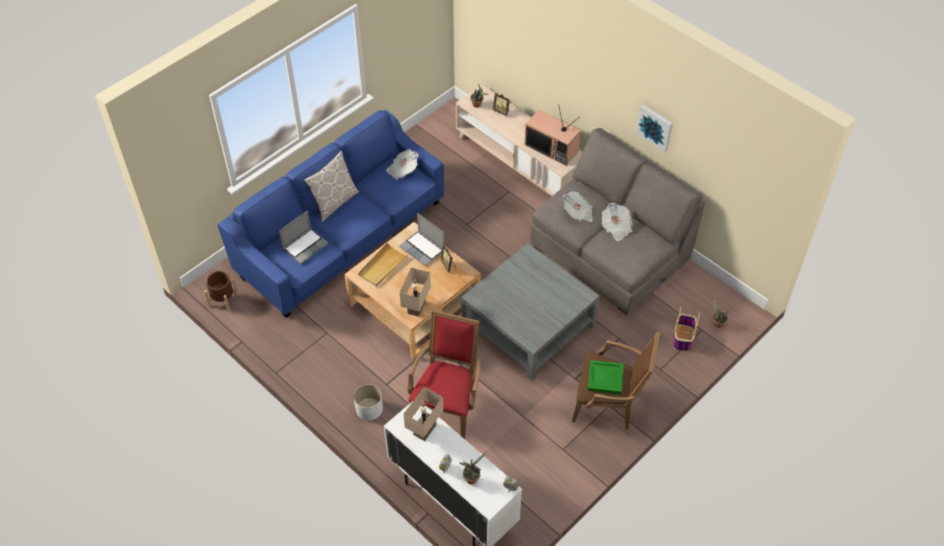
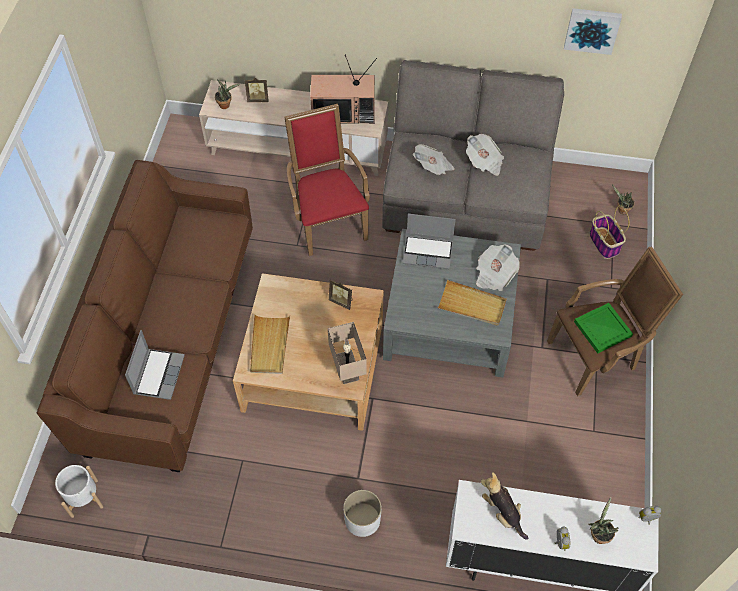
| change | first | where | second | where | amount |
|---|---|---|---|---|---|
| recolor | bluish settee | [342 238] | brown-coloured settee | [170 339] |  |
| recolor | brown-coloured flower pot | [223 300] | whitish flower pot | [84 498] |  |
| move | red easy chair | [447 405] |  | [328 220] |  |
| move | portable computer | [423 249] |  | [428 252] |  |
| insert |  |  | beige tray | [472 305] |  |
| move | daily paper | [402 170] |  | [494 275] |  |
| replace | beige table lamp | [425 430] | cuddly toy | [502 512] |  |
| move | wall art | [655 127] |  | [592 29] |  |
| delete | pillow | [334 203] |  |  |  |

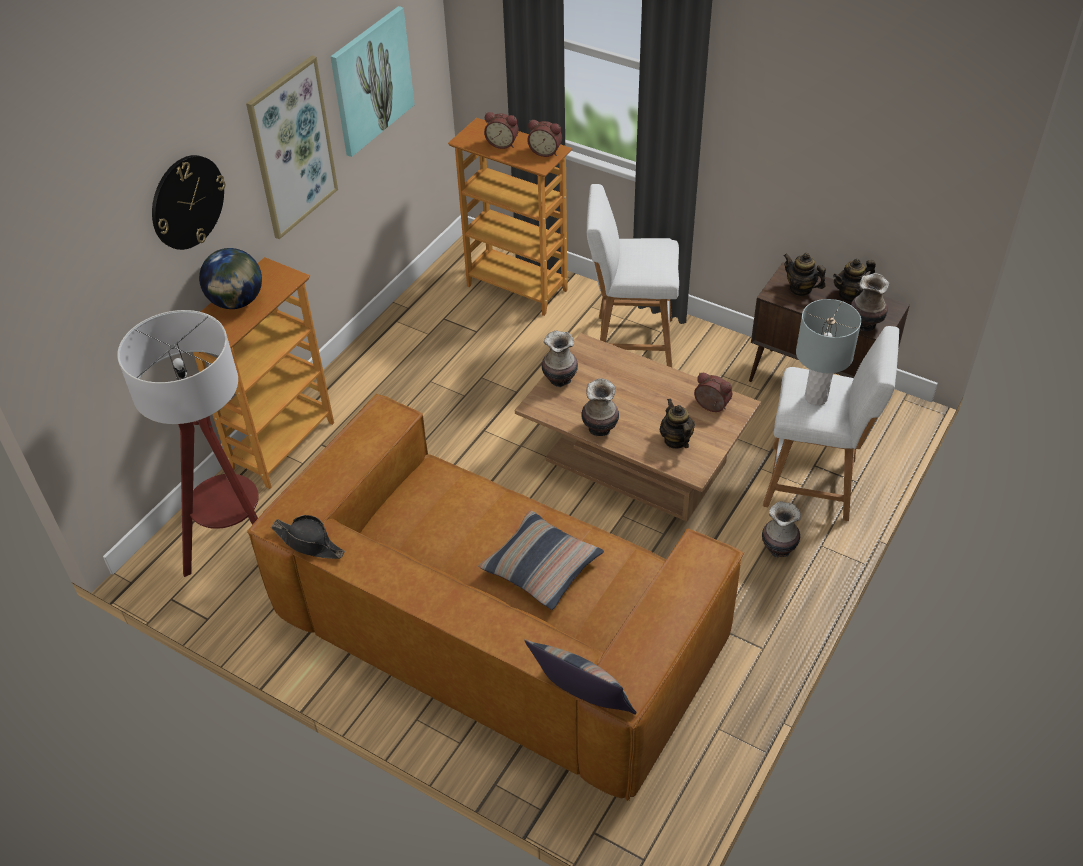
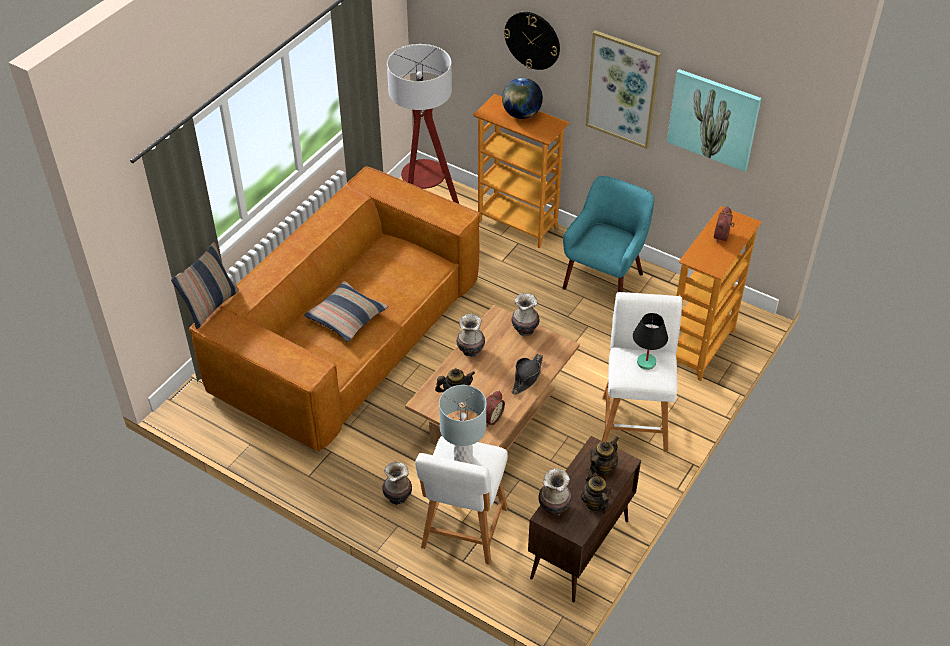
| change | first | where | second | where | amount |
|---|---|---|---|---|---|
| move | black-coloured hat | [309 543] |  | [527 377] |  |
| insert |  |  | turquoise easy chair | [604 281] |  |
| insert |  |  | black-coloured table lamp | [646 362] |  |
| delete | table clock | [545 151] |  |  |  |

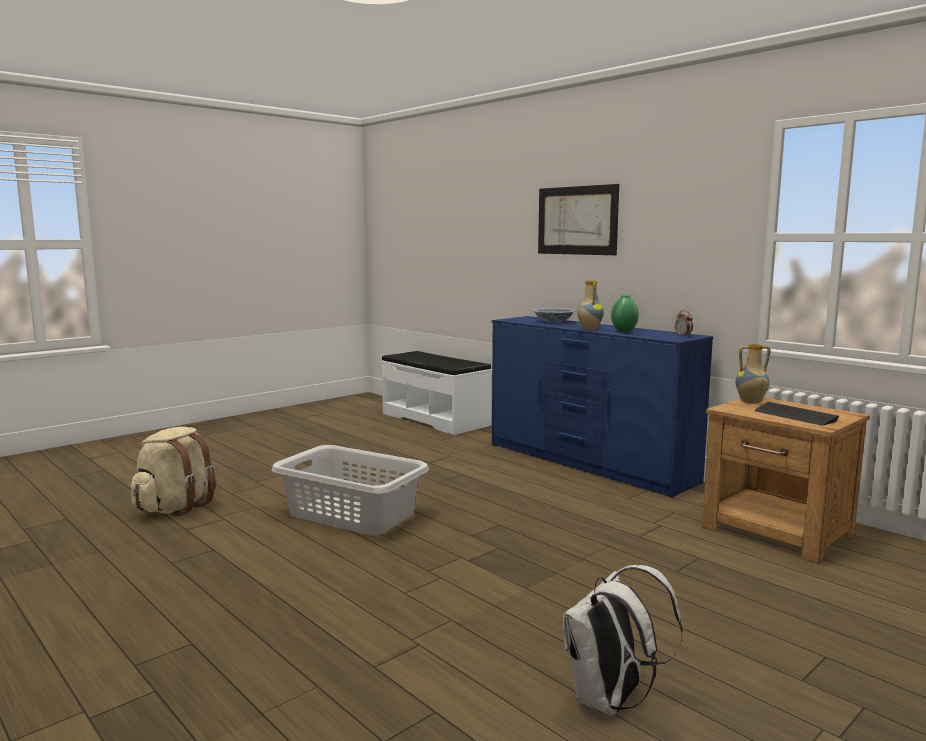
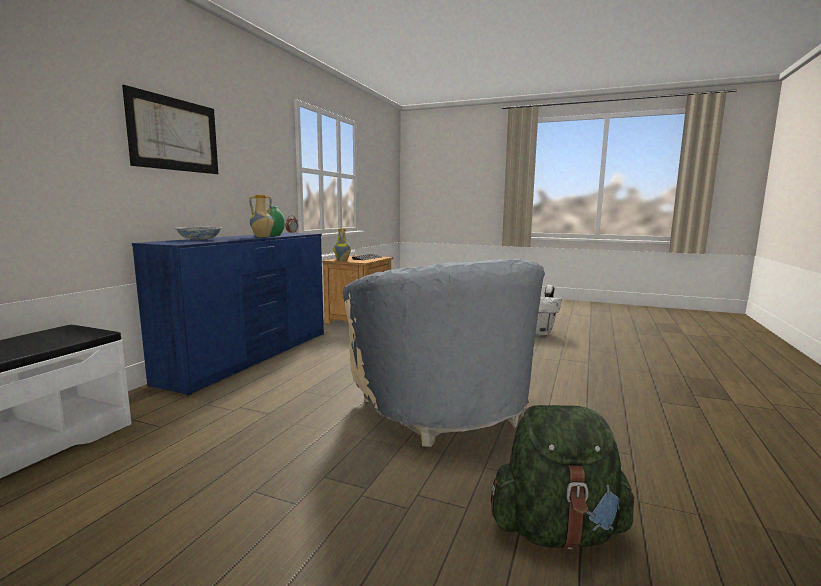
| change | first | where | second | where | amount |
|---|---|---|---|---|---|
| replace | greyish hamper | [351 514] | beige easy chair | [444 411] |  |
| recolor | beige rucksack | [176 507] | greenish rucksack | [557 531] |  |

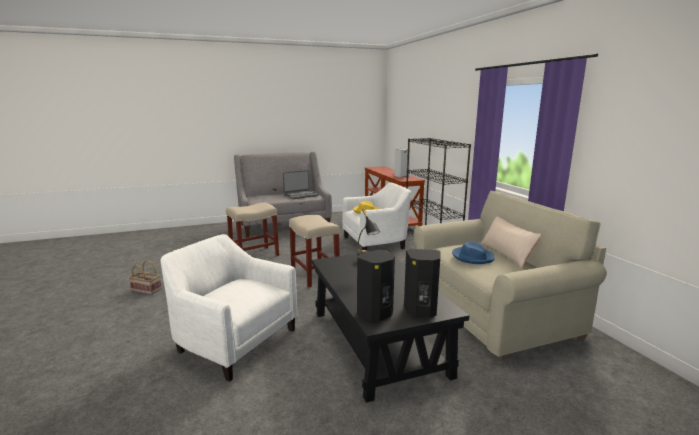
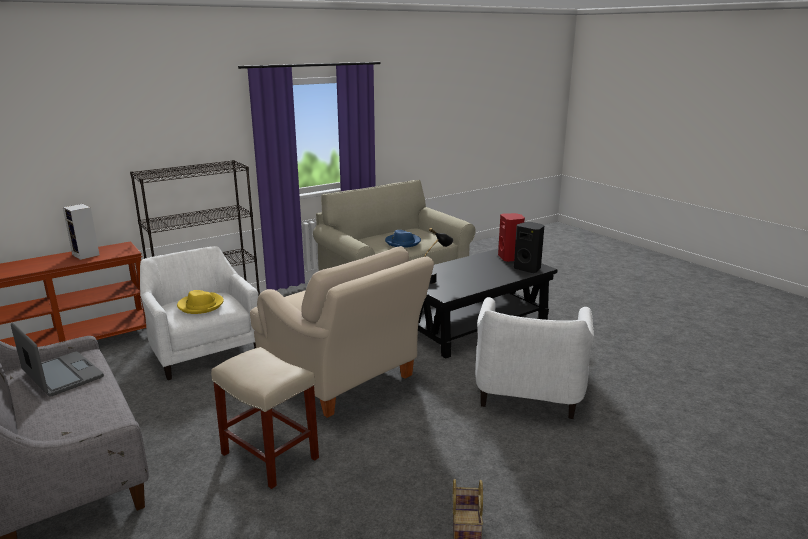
| change | first | where | second | where | amount |
|---|---|---|---|---|---|
| replace | beige sitting stool | [314 275] | beige easy chair | [342 378] |  |
| recolor | black-coloured audio speaker | [421 311] | red audio speaker | [510 258] |  |
| delete | beige pillow | [506 254] |  |  |  |

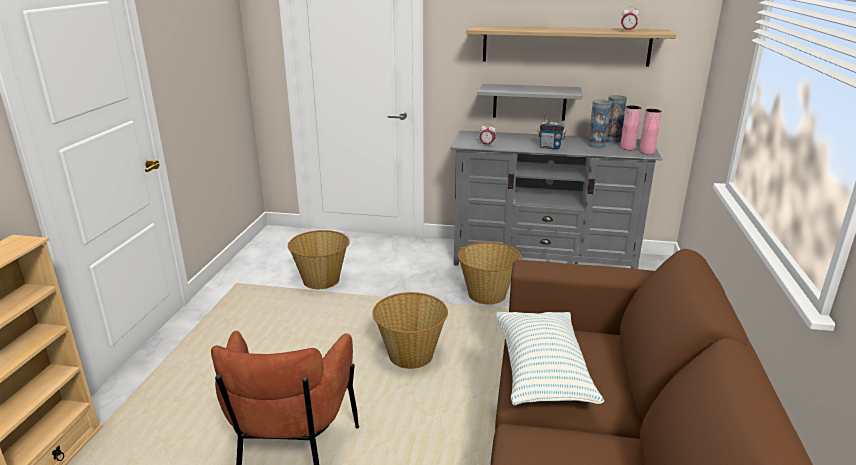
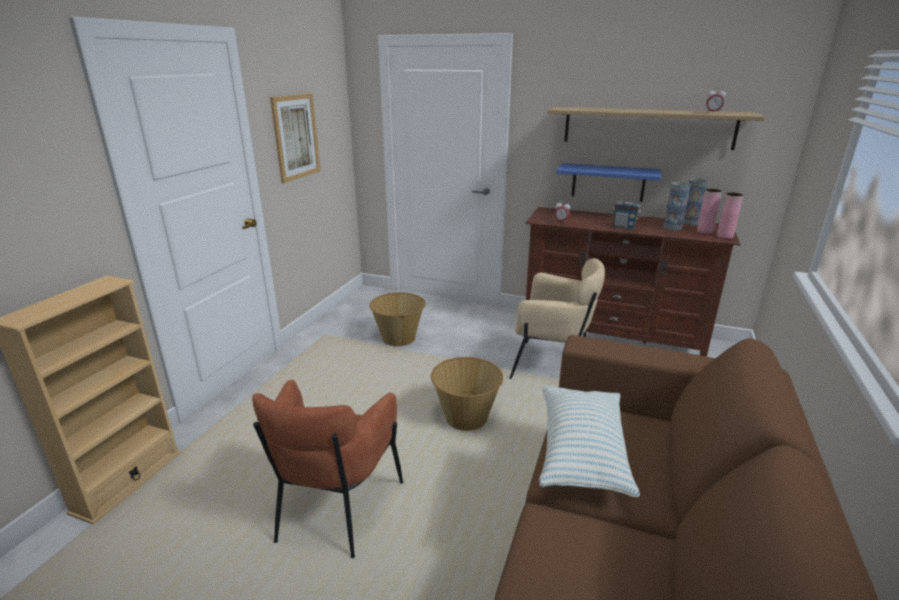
| change | first | where | second | where | amount |
|---|---|---|---|---|---|
| insert |  |  | wall art | [296 137] |  |
| replace | household basket | [487 294] | beige easy chair | [551 365] |  |
| recolor | greyish tv unit | [543 260] | brown-coloured tv unit | [612 337] |  |
| recolor | greyish shelf | [529 102] | bluish shelf | [608 182] |  |

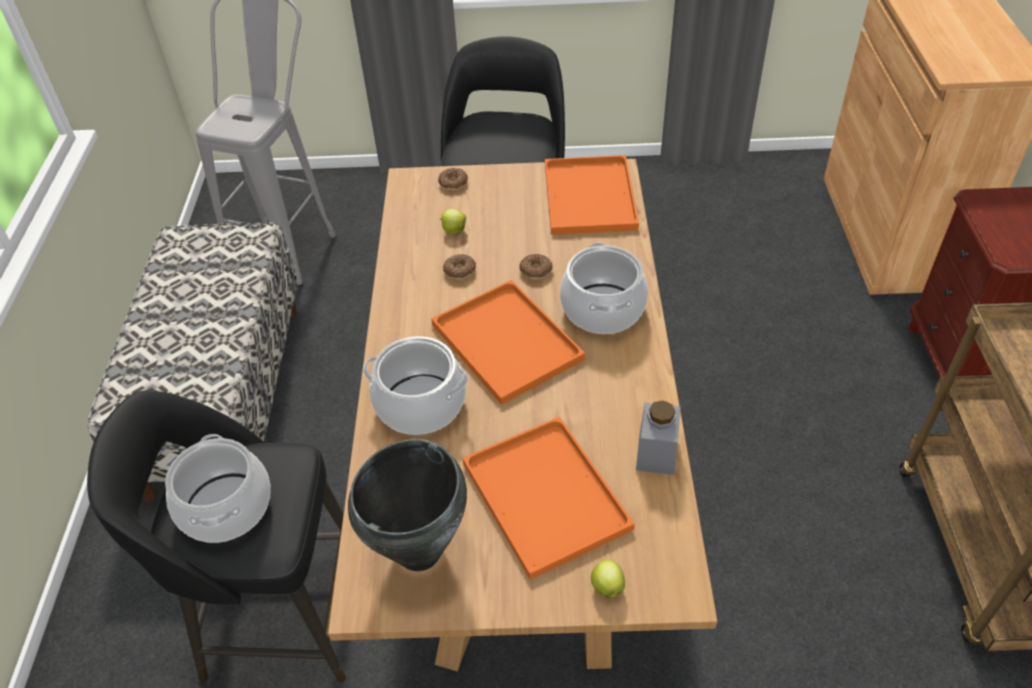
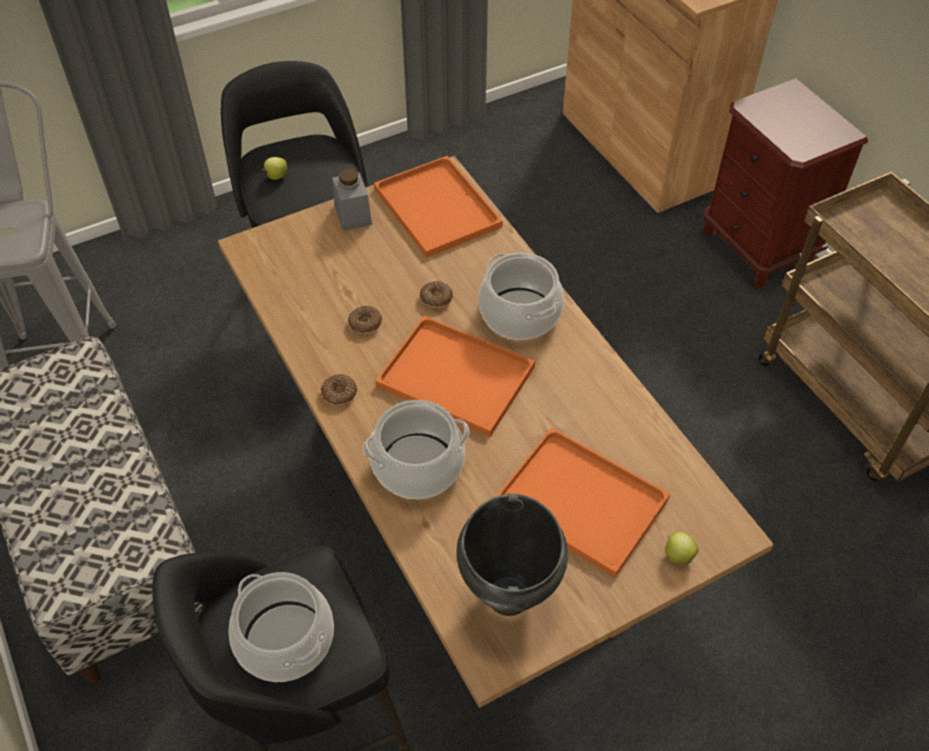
| change | first | where | second | where | amount |
|---|---|---|---|---|---|
| move | apple | [453 230] |  | [276 176] |  |
| move | doughnut | [453 183] |  | [339 393] |  |
| move | greyish preserve jar | [657 453] |  | [353 215] |  |

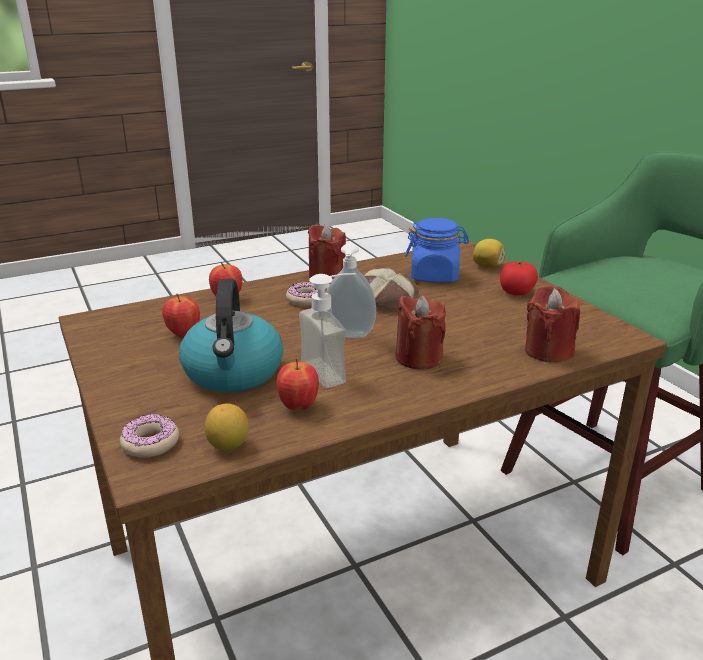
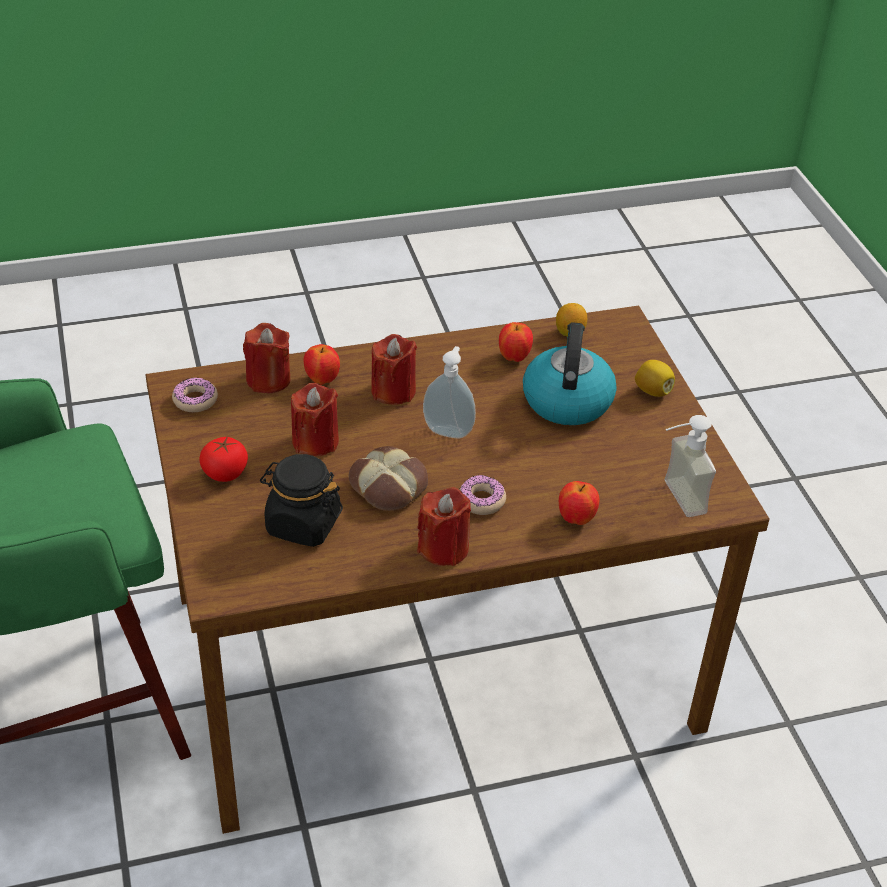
| change | first | where | second | where | amount |
|---|---|---|---|---|---|
| move | doughnut | [150 443] |  | [195 400] |  |
| recolor | bluish preserve jar | [435 276] | black-coloured preserve jar | [302 524] |  |
| insert |  |  | red wax light | [315 441] |  |
| move | apple | [183 334] |  | [322 380] |  |
| move | citrus fruit | [487 266] |  | [652 391] |  |
| move | soap dispenser | [333 370] |  | [674 499] |  |

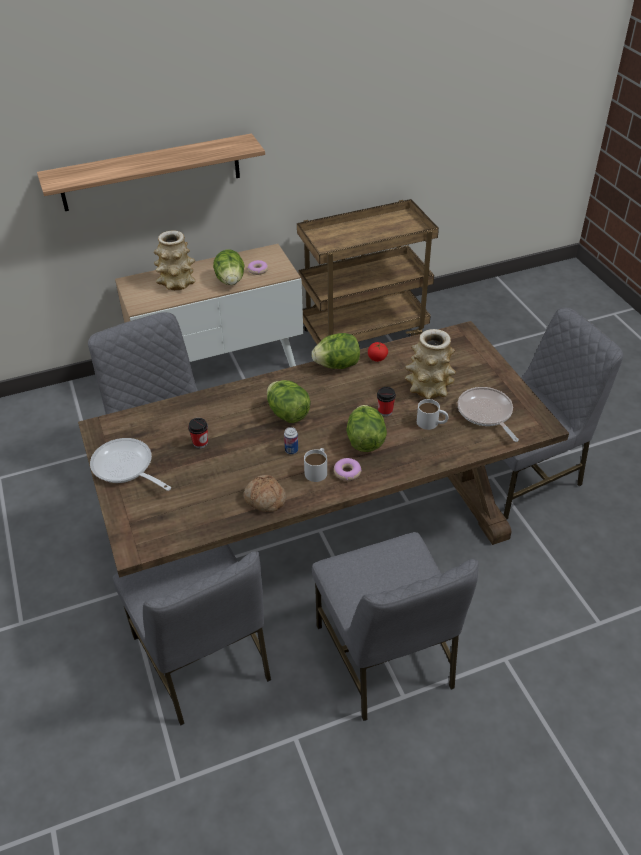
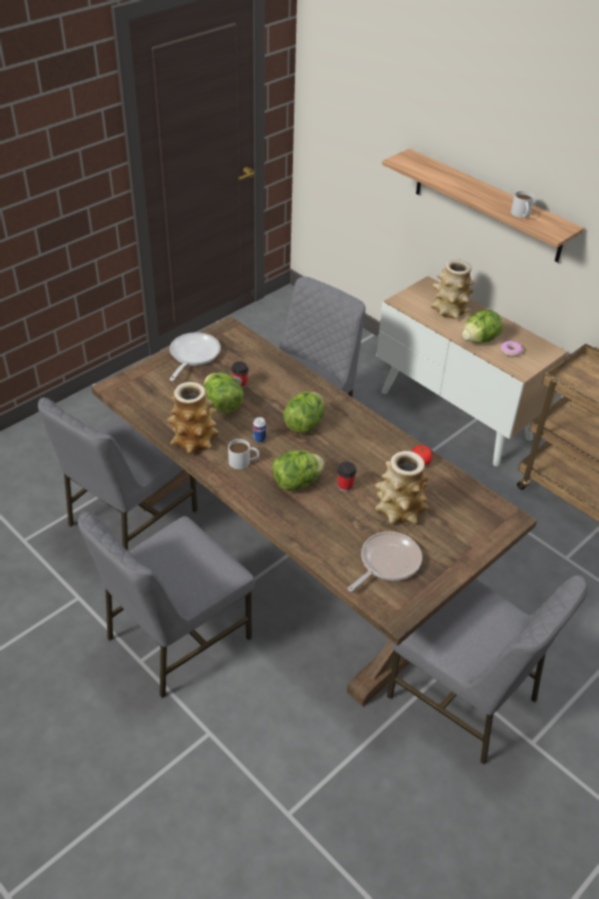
| change | first | where | second | where | amount |
|---|---|---|---|---|---|
| replace | bread | [264 499] | vase | [194 440] |  |
| move | lettuce head | [337 365] |  | [223 405] |  |
| move | whitish coffee mug | [431 423] |  | [521 214] |  |
| delete | doughnut | [347 472] |  |  |  |

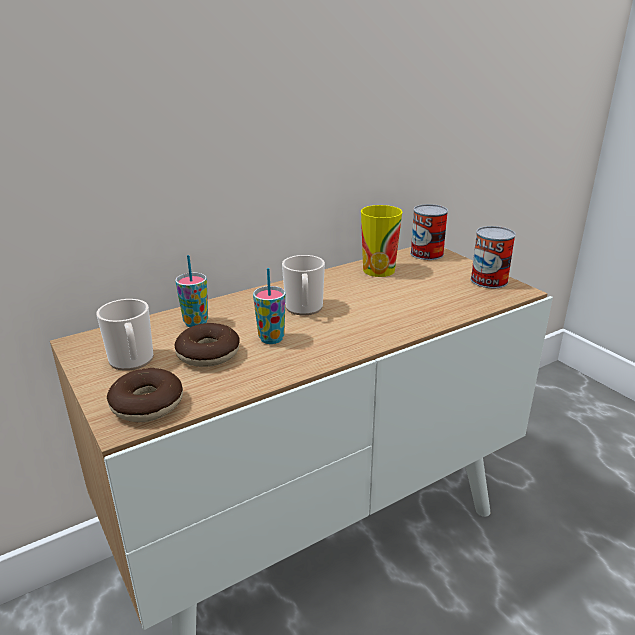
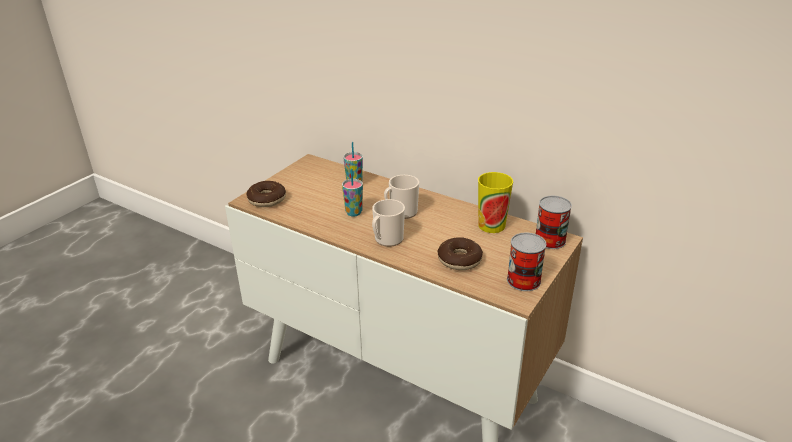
| change | first | where | second | where | amount |
|---|---|---|---|---|---|
| move | coffee mug | [132 361] |  | [386 240] |  |
| move | doughnut | [208 354] |  | [459 260] |  |

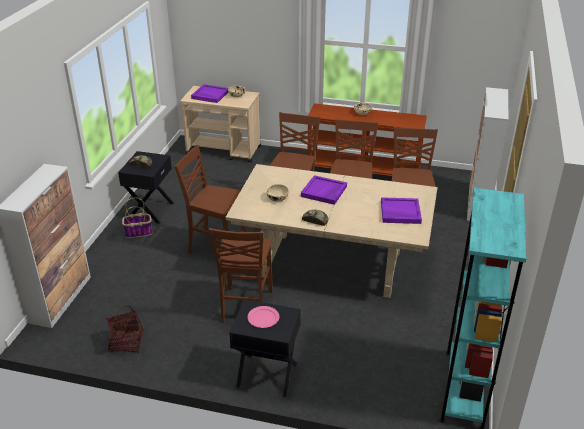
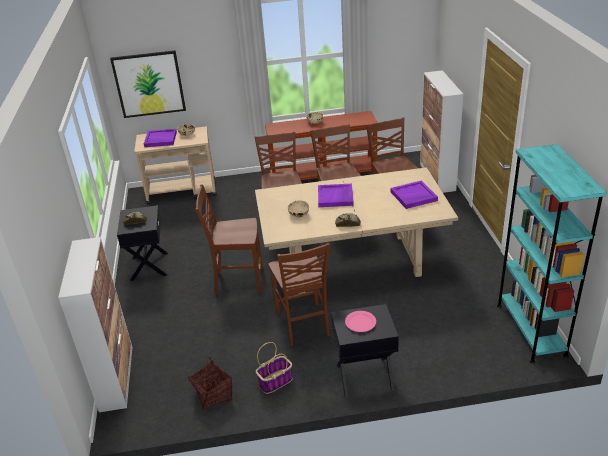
| change | first | where | second | where | amount |
|---|---|---|---|---|---|
| insert |  |  | wall art | [149 84] |  |
| move | household basket | [139 232] |  | [275 381] |  |

